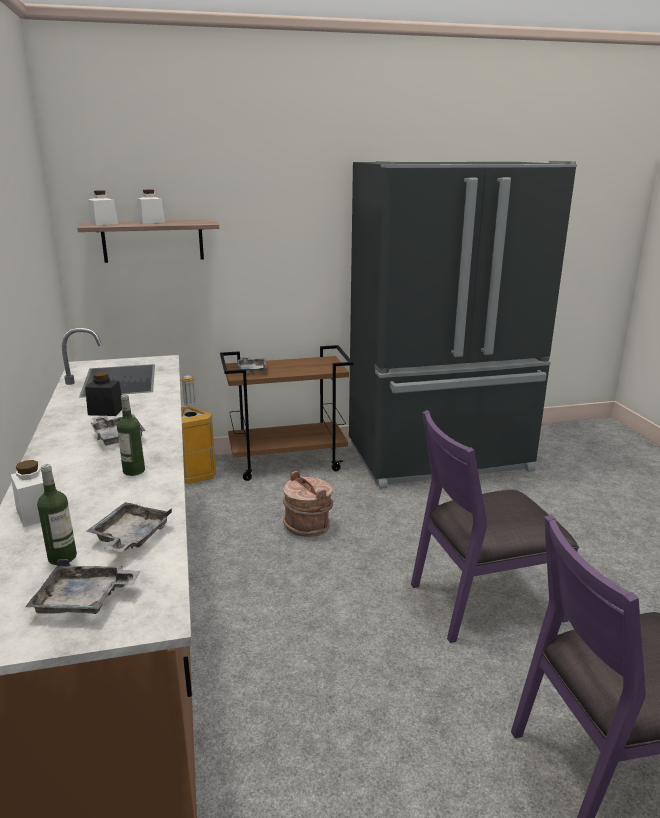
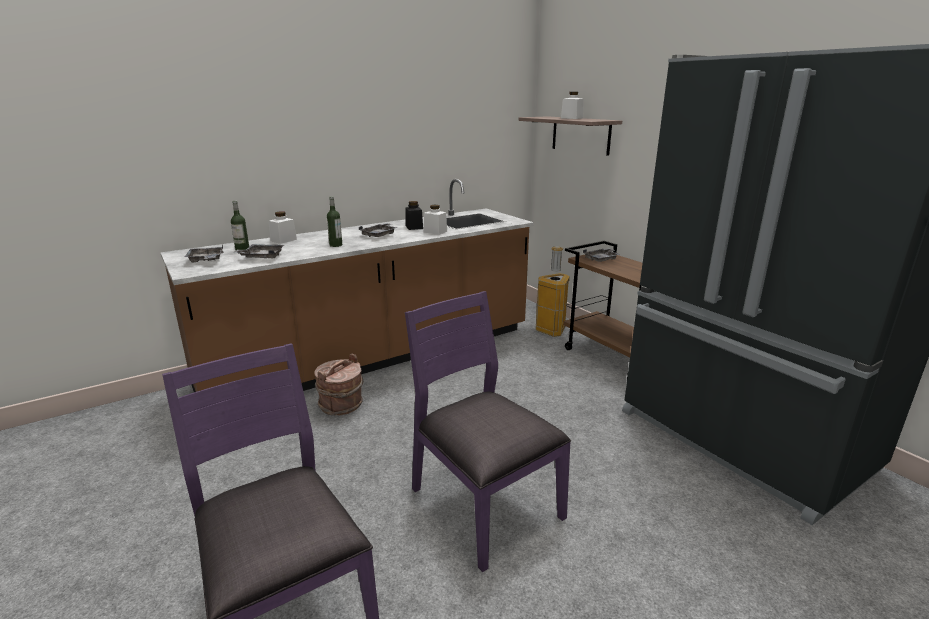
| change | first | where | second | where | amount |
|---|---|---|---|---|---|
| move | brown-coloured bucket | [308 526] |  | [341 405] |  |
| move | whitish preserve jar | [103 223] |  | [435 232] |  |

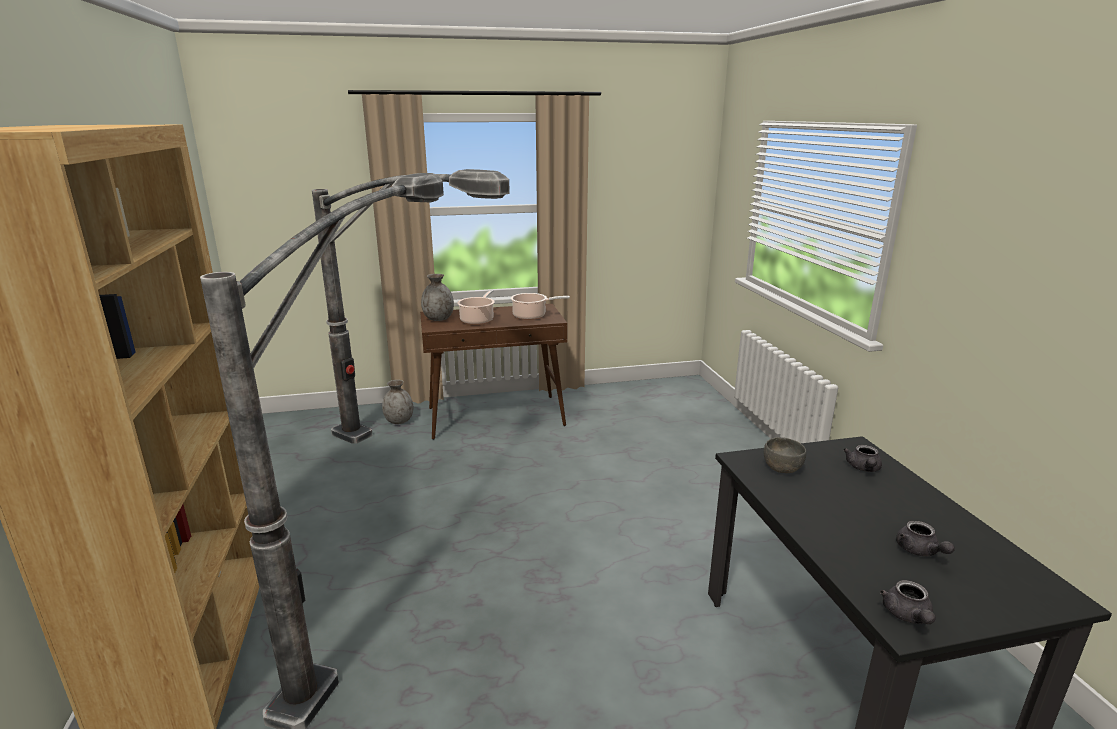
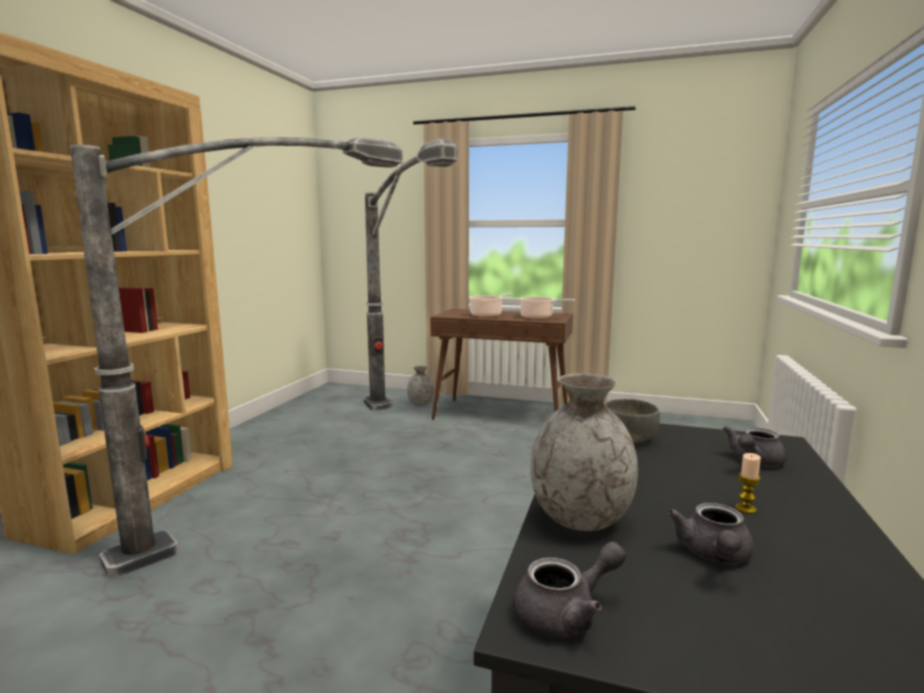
| change | first | where | second | where | amount |
|---|---|---|---|---|---|
| rotate | greyish teapot | [907 616] |  | [566 614] | 150 degrees counterclockwise |
| move | greyish vase | [438 319] |  | [579 518] |  |
| insert |  |  | wax light | [745 508] |  |

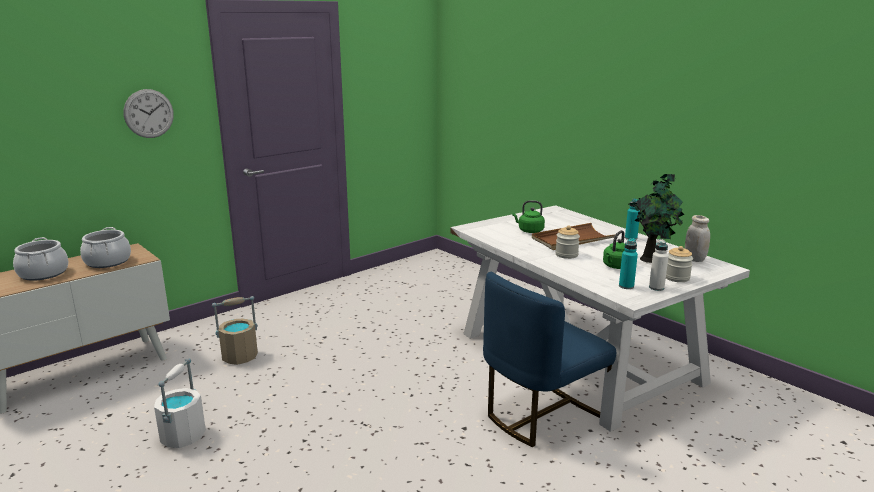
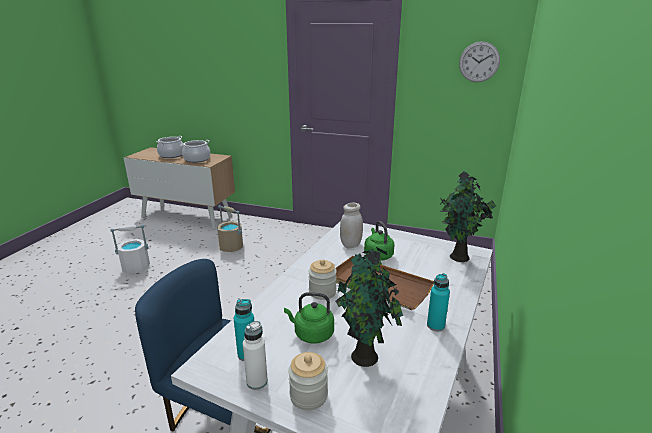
| change | first | where | second | where | amount |
|---|---|---|---|---|---|
| move | whitish preserve jar | [694 259] |  | [351 245] |  |
| insert |  |  | plant in a pot | [459 258] |  |
| move | hanging clock | [149 113] |  | [479 62] |  |

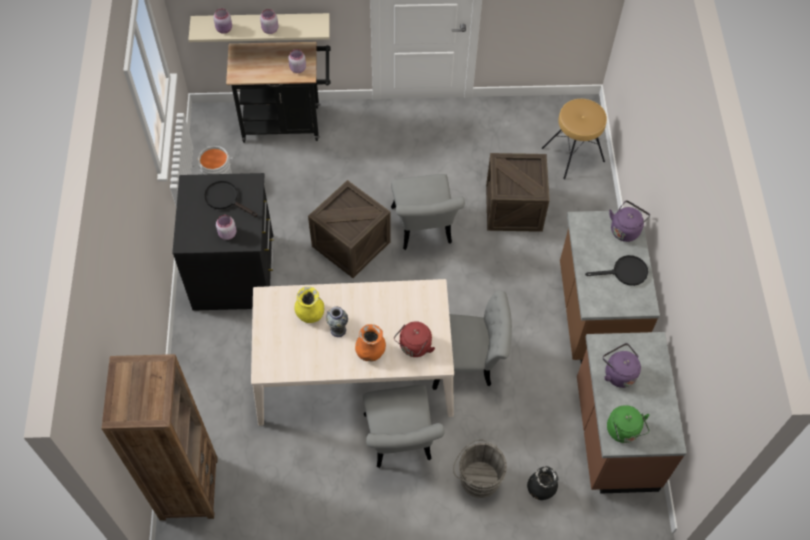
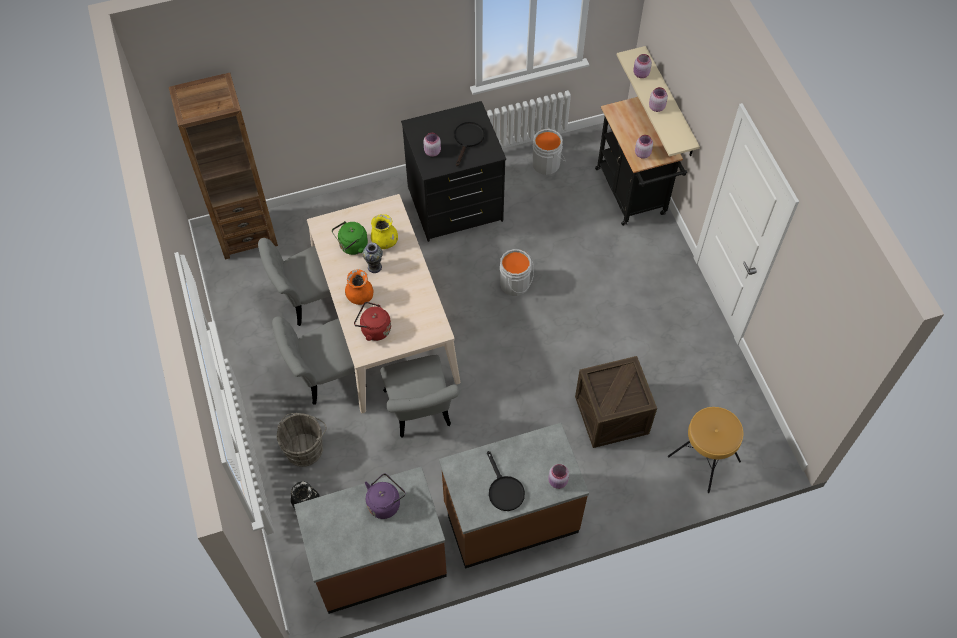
| change | first | where | second | where | amount |
|---|---|---|---|---|---|
| move | greyish plain chair | [423 230] |  | [308 299] |  |
| move | greenish tea kettle | [624 431] |  | [352 246] |  |
| replace | shipping crate | [351 244] | greyish bucket | [516 284] |  |
| replace | purplish tea kettle | [625 229] | pink preserve jar | [558 481] |  |

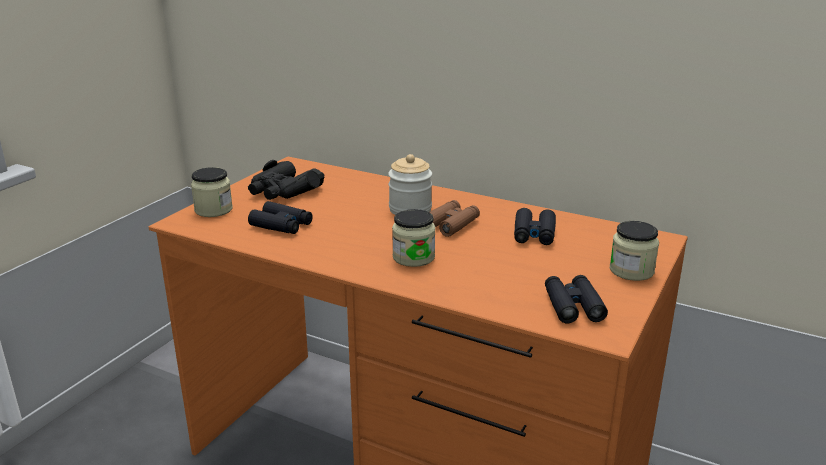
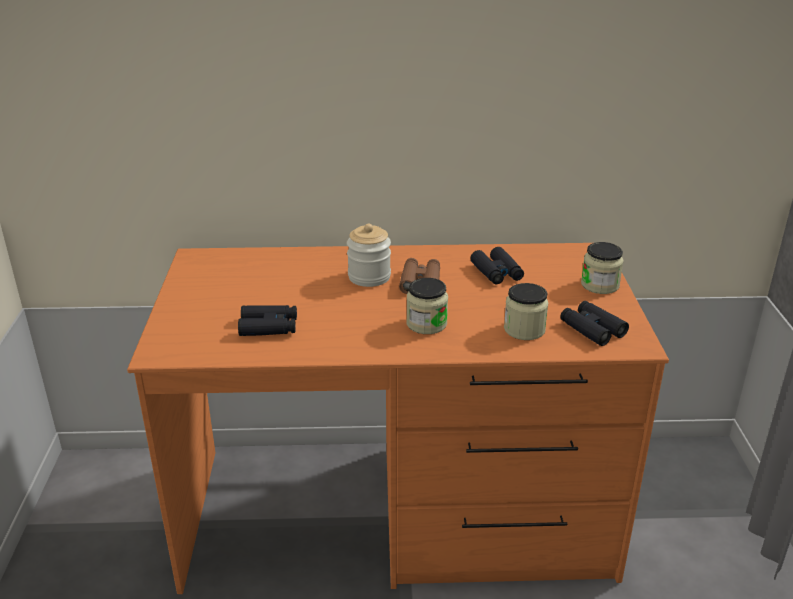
| change | first | where | second | where | amount |
|---|---|---|---|---|---|
| move | preserve jar | [213 210] |  | [524 329] |  |
| delete | black-coloured field glasses | [283 191] |  |  |  |

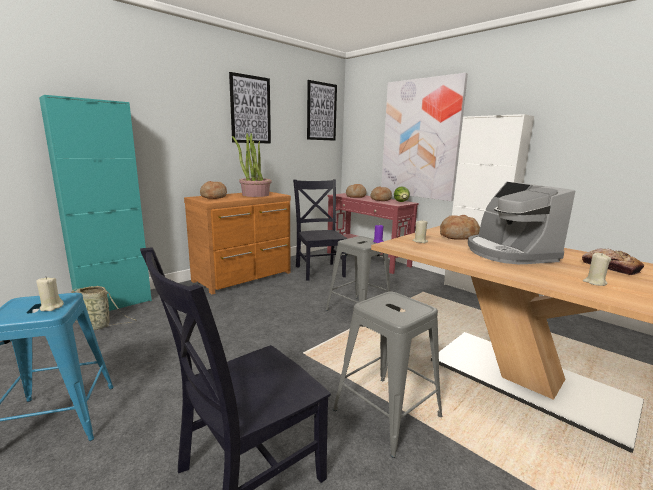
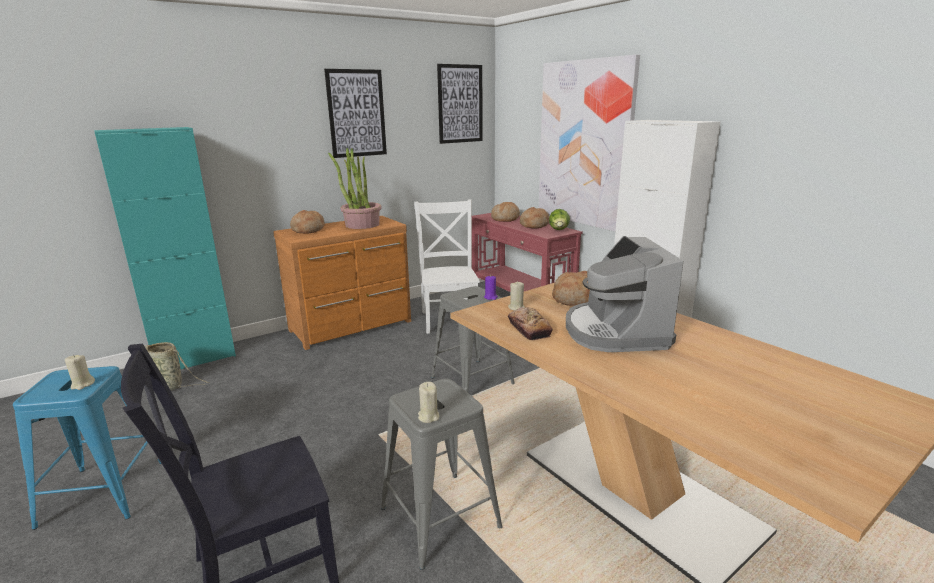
| change | first | where | second | where | amount |
|---|---|---|---|---|---|
| recolor | black-coloured plain chair | [319 270] | whitish plain chair | [449 319] |  |
| move | beige wax light | [594 282] |  | [428 416] |  |
| move | bread | [610 267] |  | [529 329] |  |

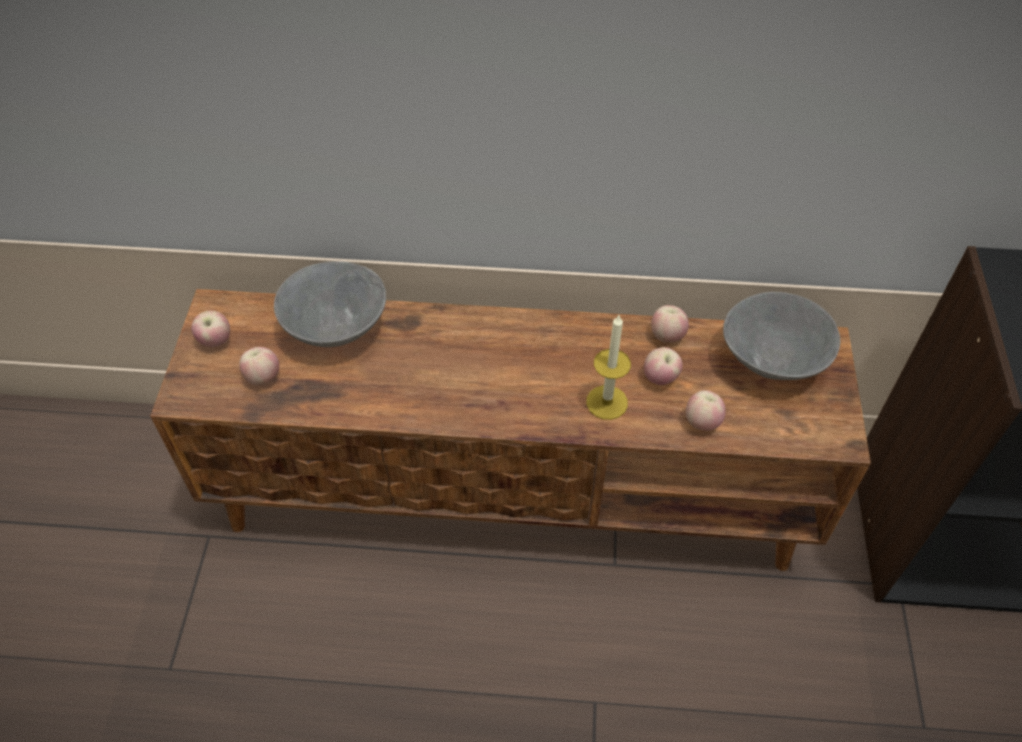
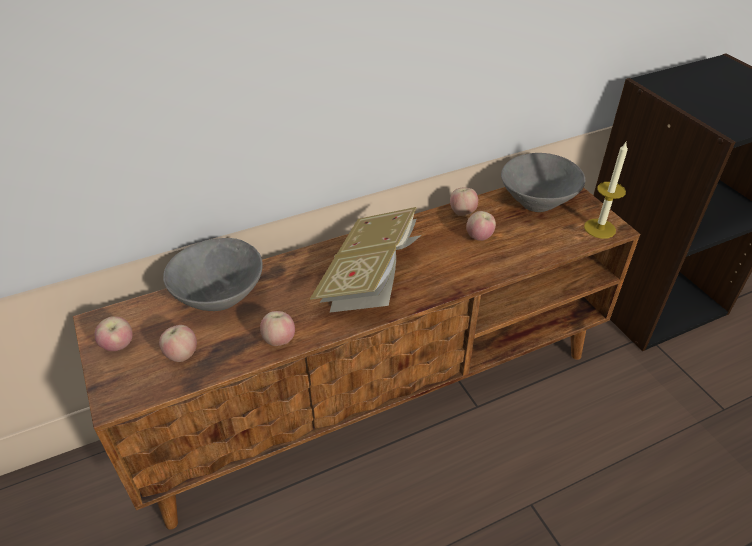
| change | first | where | second | where | amount |
|---|---|---|---|---|---|
| move | apple | [702 422] |  | [279 340] |  |
| insert |  |  | volume | [370 281] |  |
| move | wax light | [607 402] |  | [599 228] |  |

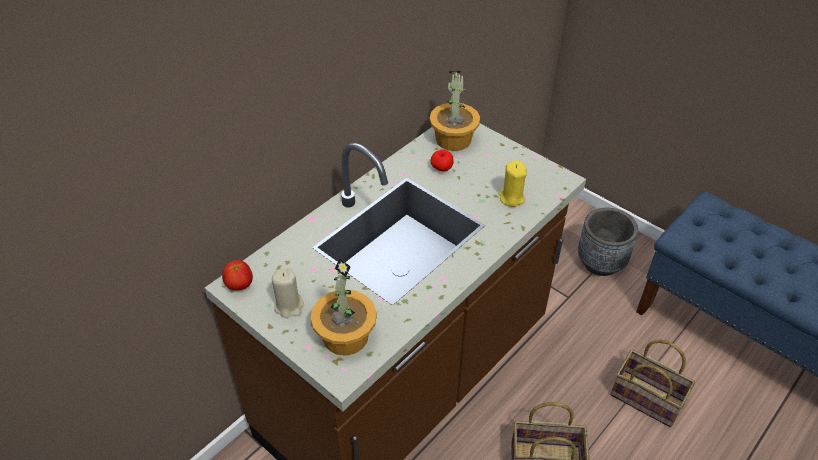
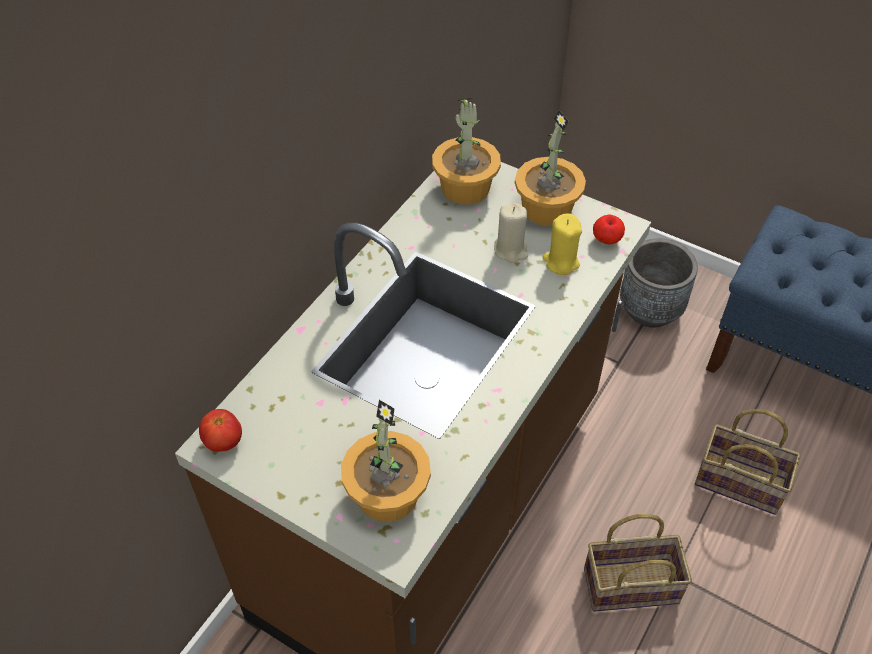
| change | first | where | second | where | amount |
|---|---|---|---|---|---|
| move | beige wax light | [289 306] |  | [511 250] |  |
| insert |  |  | plant in a pot | [546 208] |  |
| move | apple | [441 169] |  | [606 240] |  |

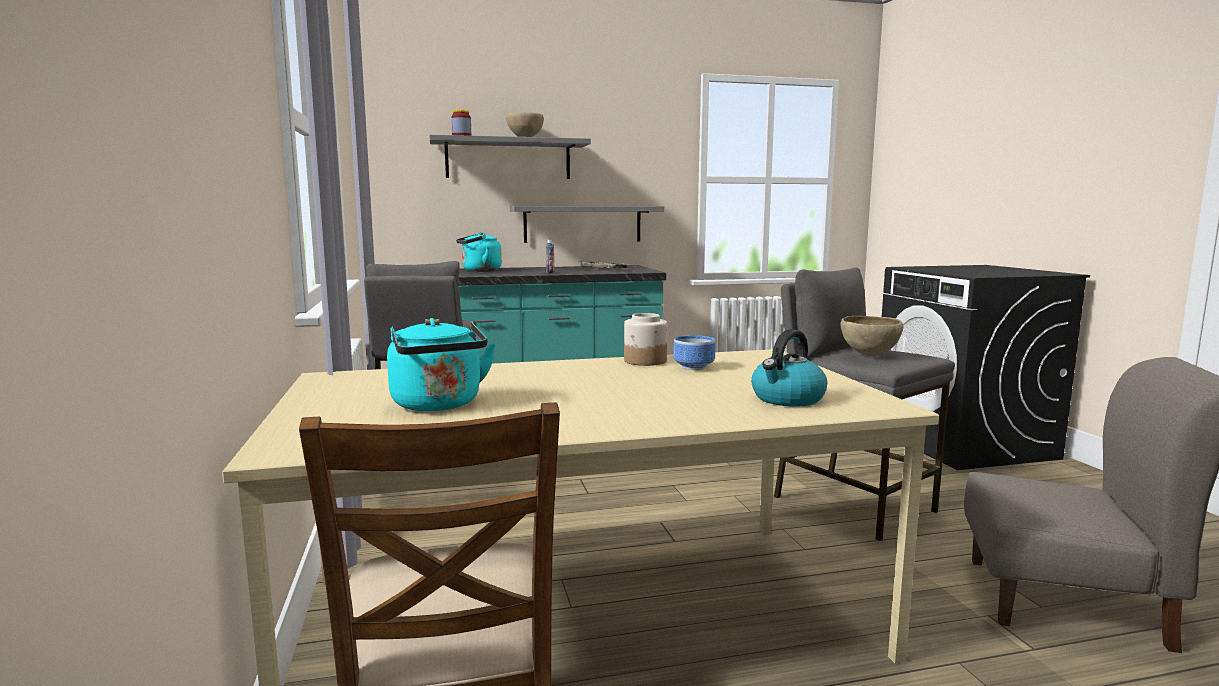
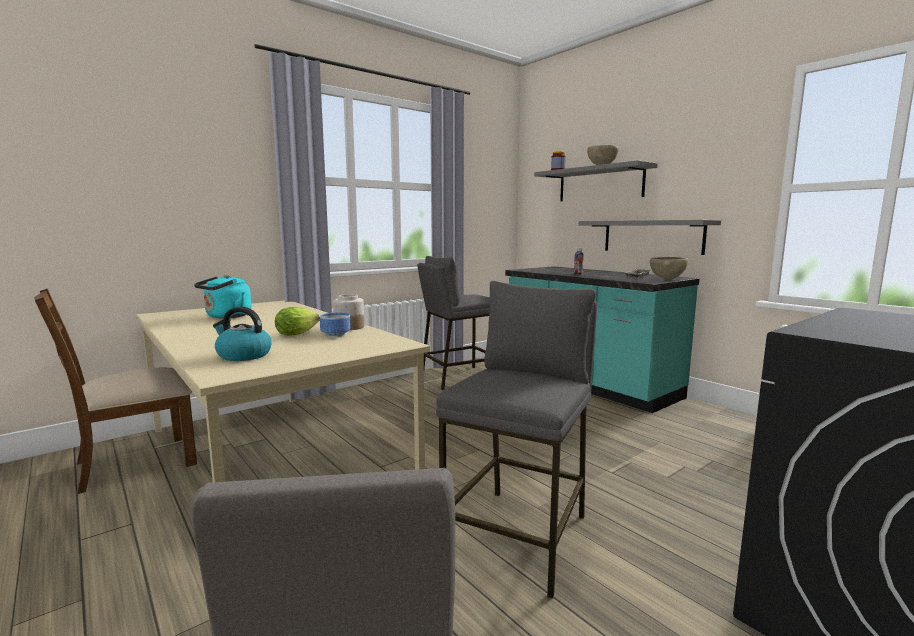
| change | first | where | second | where | amount |
|---|---|---|---|---|---|
| insert |  |  | lettuce head | [299 334] |  |
| move | brown-coloured bowl | [869 355] |  | [667 279] |  |
| delete | turquoise tea kettle | [479 271] |  |  |  |

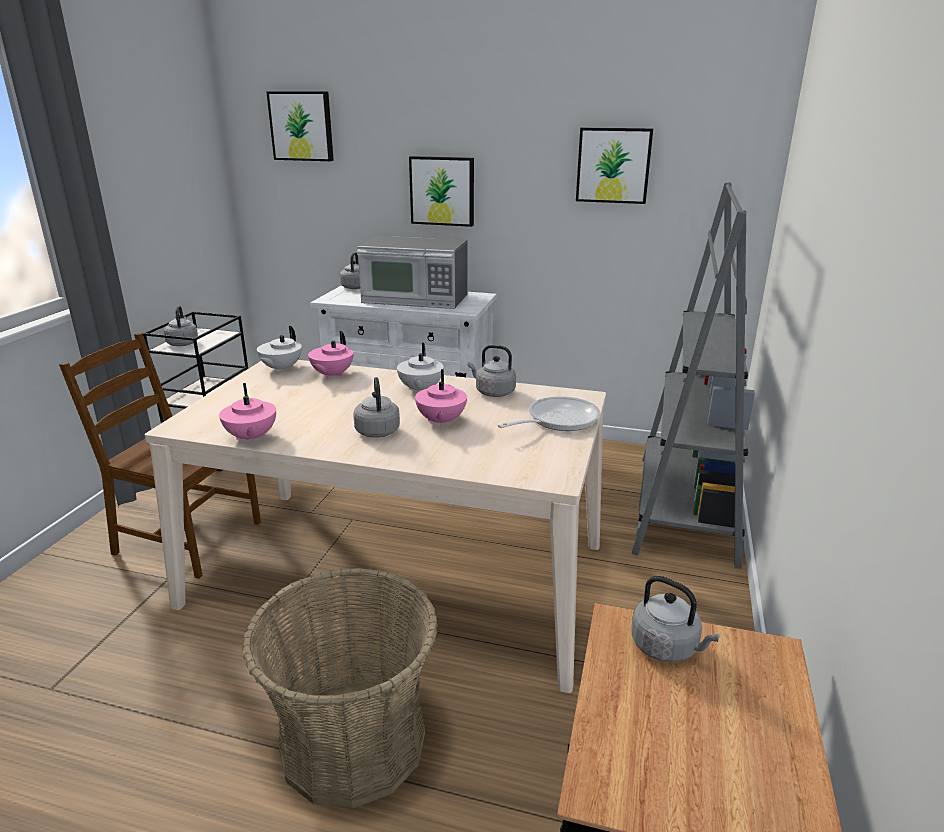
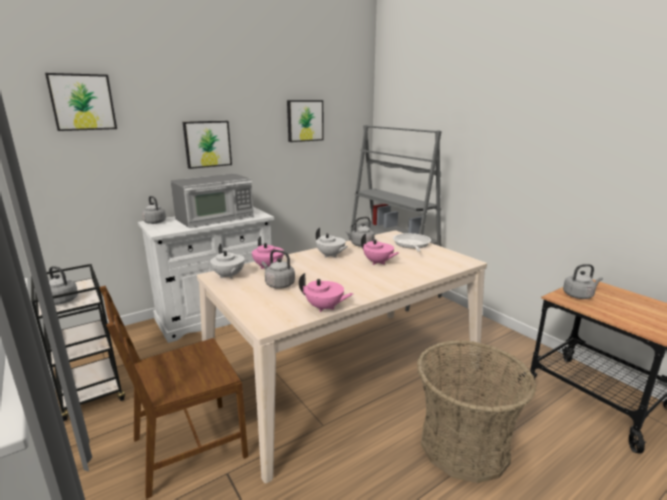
| change | first | where | second | where | amount |
|---|---|---|---|---|---|
| move | greyish tea kettle | [377 430] |  | [278 284] |  |

